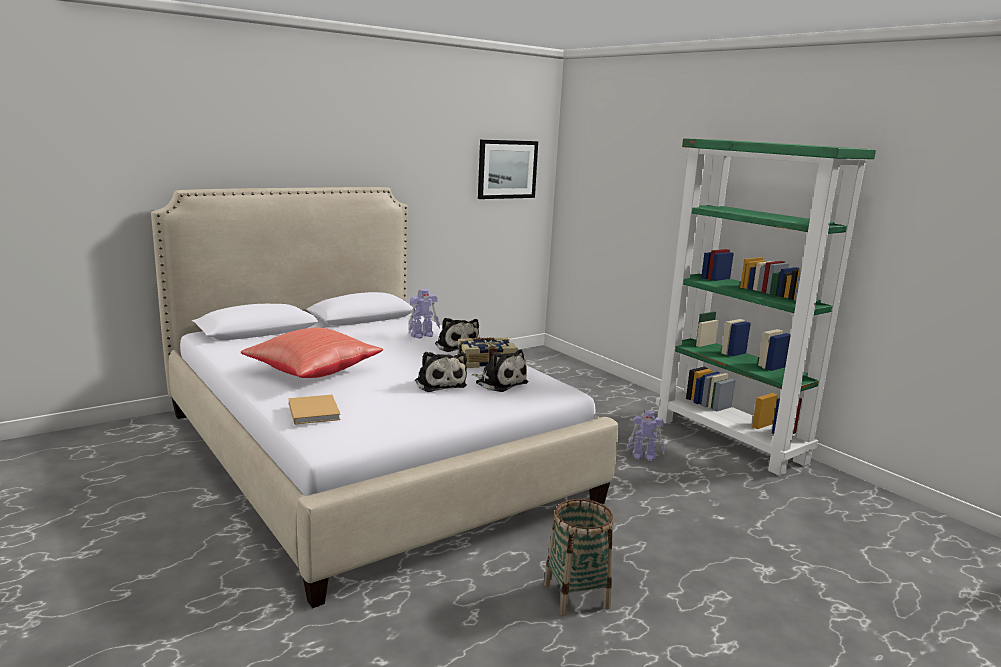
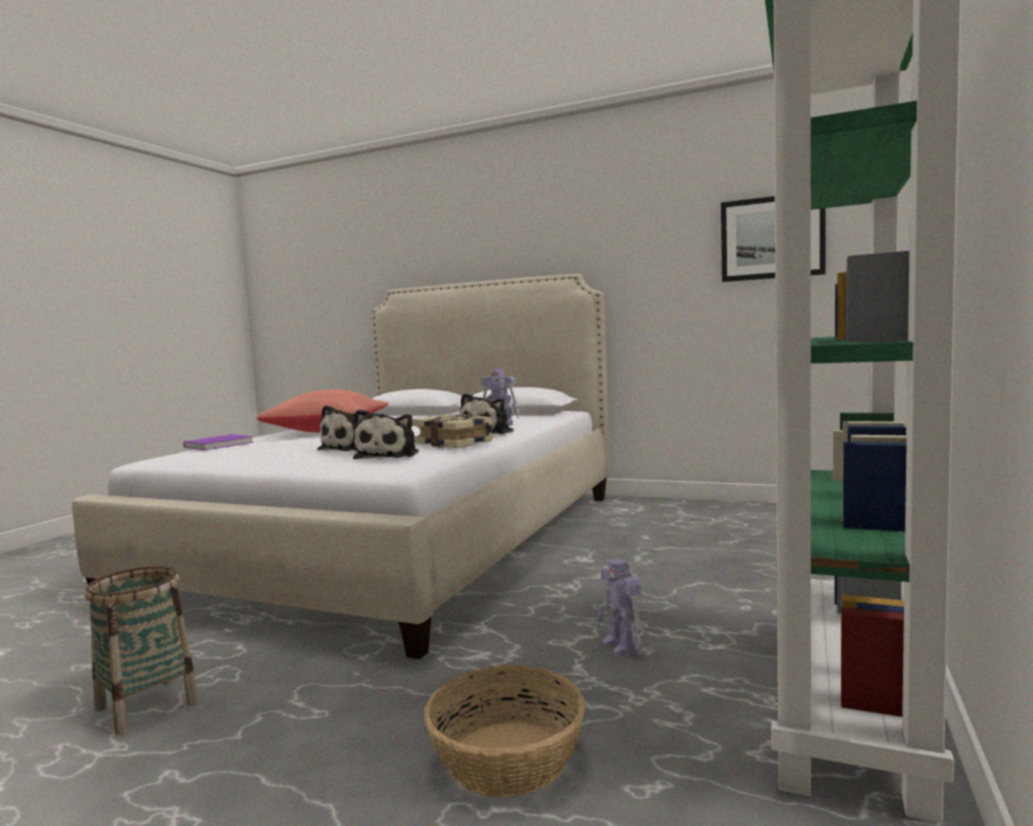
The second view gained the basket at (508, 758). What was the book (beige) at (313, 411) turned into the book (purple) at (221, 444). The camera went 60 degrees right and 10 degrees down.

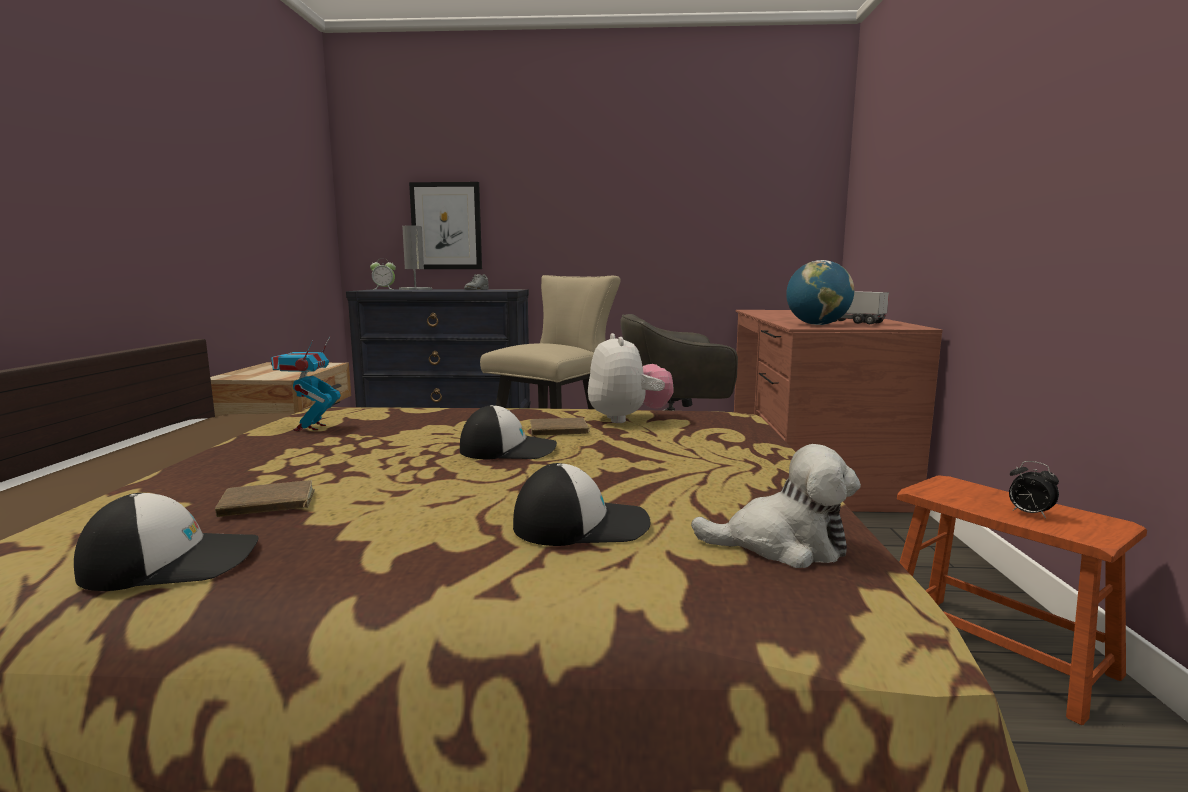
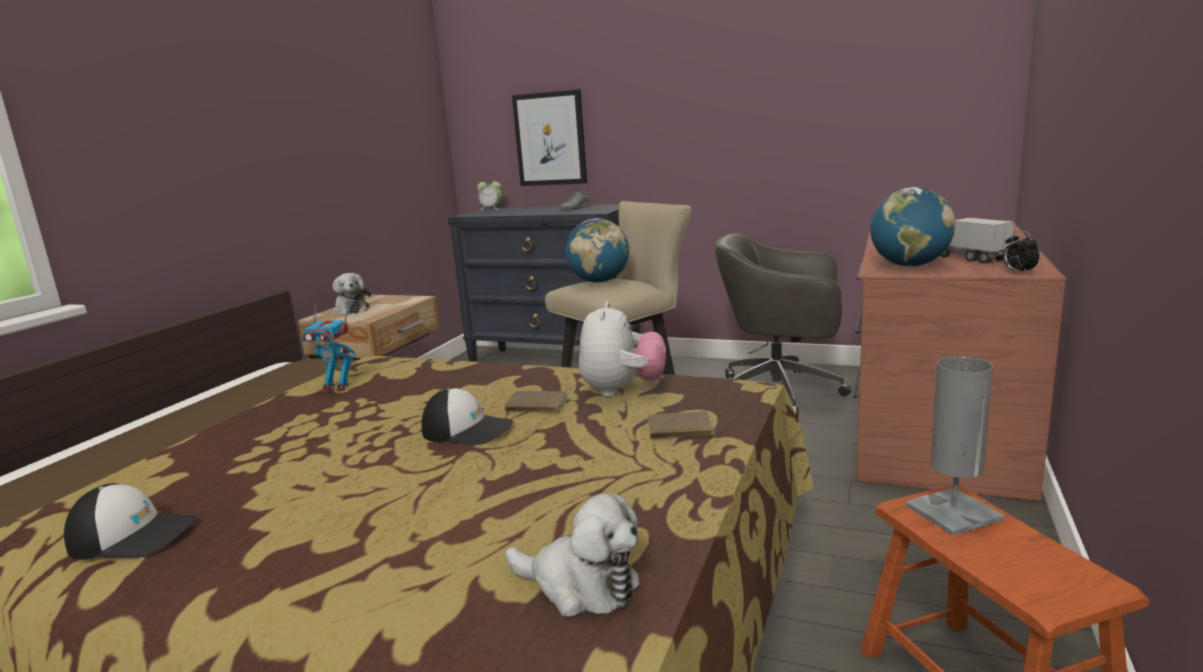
The second view lost the cap at (582, 524). The second view gained the plush toy at (351, 309). The second view gained the globe at (599, 282). The book (brown) ended up elsewhere, having gone from (267, 505) to (680, 430). The table lamp (grey) ended up elsewhere, having gone from (415, 289) to (953, 512). The alarm clock ended up elsewhere, having gone from (1028, 514) to (1018, 272). The toy robot at (310, 427) ended up facing another way, 105 degrees counterclockwise from before. The camera went 20 degrees right and 5 degrees up.

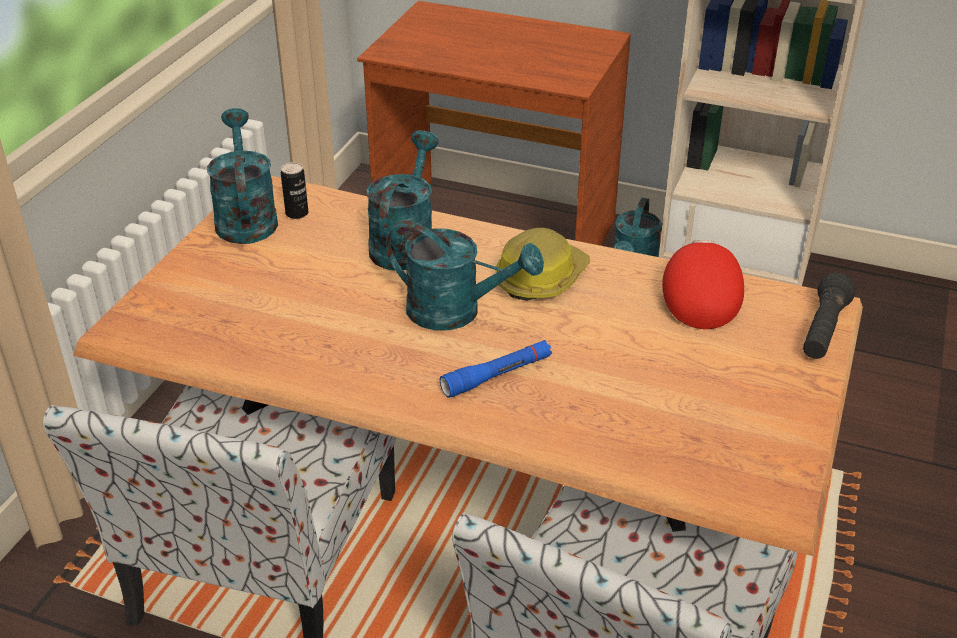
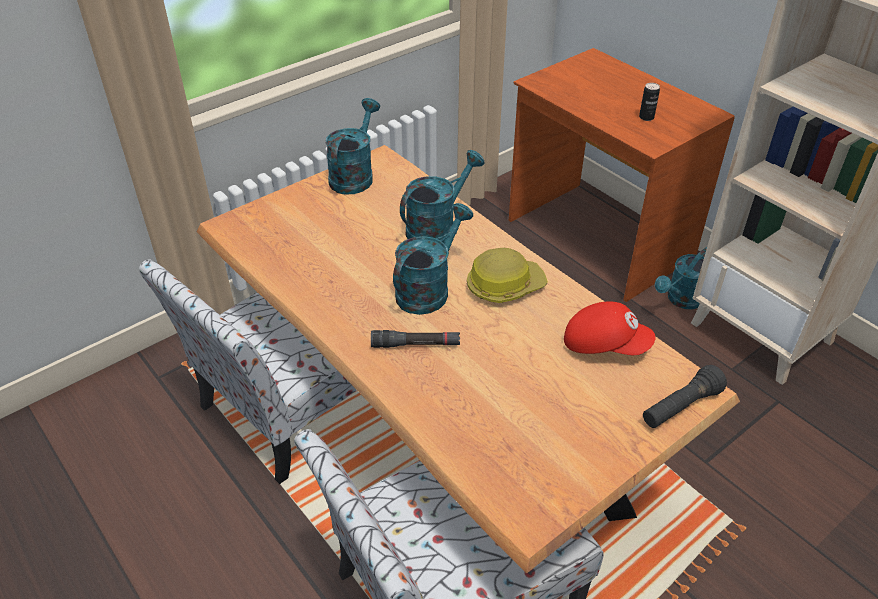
The can ended up elsewhere, having gone from (297, 213) to (646, 117). What was the flashlight (blue) at (497, 376) turned into the flashlight (black) at (415, 344). The watering can (turquoise) at (456, 312) ended up facing another way, 105 degrees counterclockwise from before. The cap (red) at (698, 298) ended up facing another way, 75 degrees clockwise from before. The camera went 30 degrees right and 5 degrees up.

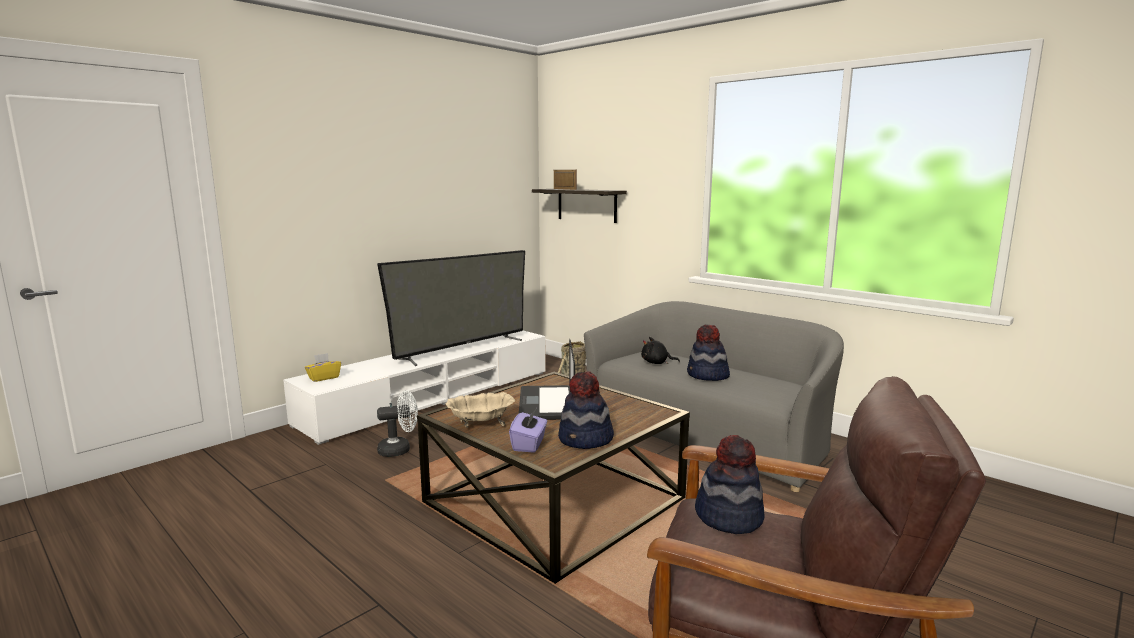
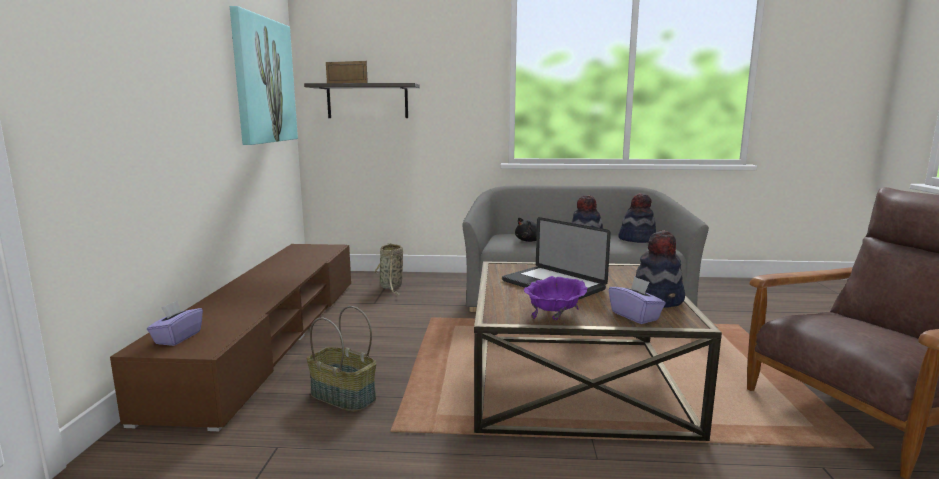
The second view lost the television at (462, 349). The second view gained the picture at (263, 81). The hat ended up elsewhere, having gone from (728, 517) to (637, 239). Where the fan (white) stood at (399, 450), the basket came to stand at (342, 397). What was the tv stand (white) at (432, 397) turned into the tv stand (brown) at (270, 336). What was the tissue box (yellow) at (324, 378) turned into the tissue box (purple) at (177, 338). What was the bowl (beige) at (481, 424) turned into the bowl (purple) at (555, 315). The camera went 40 degrees left and 0 degrees up.

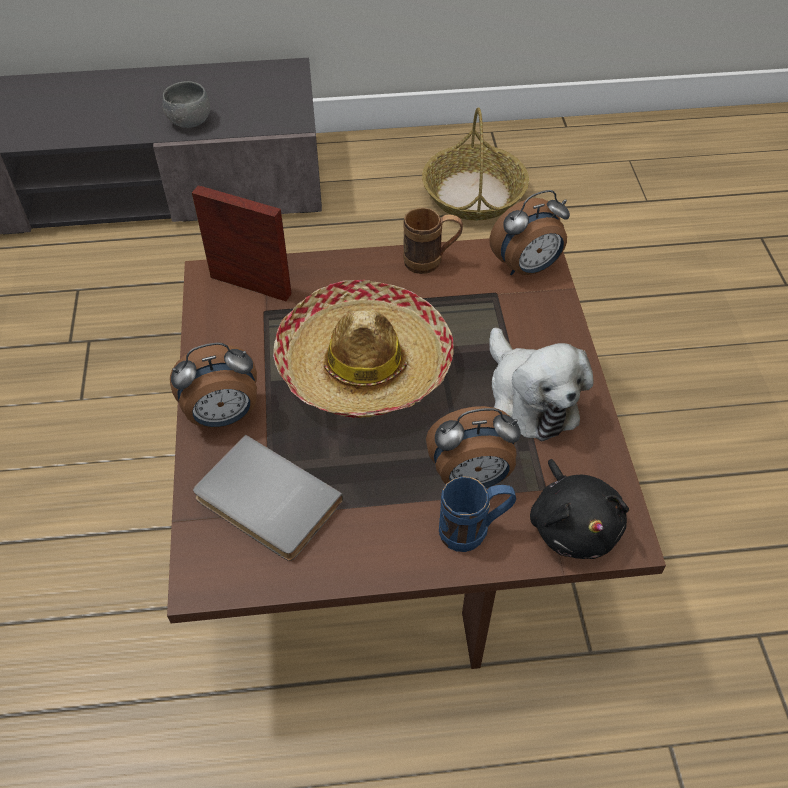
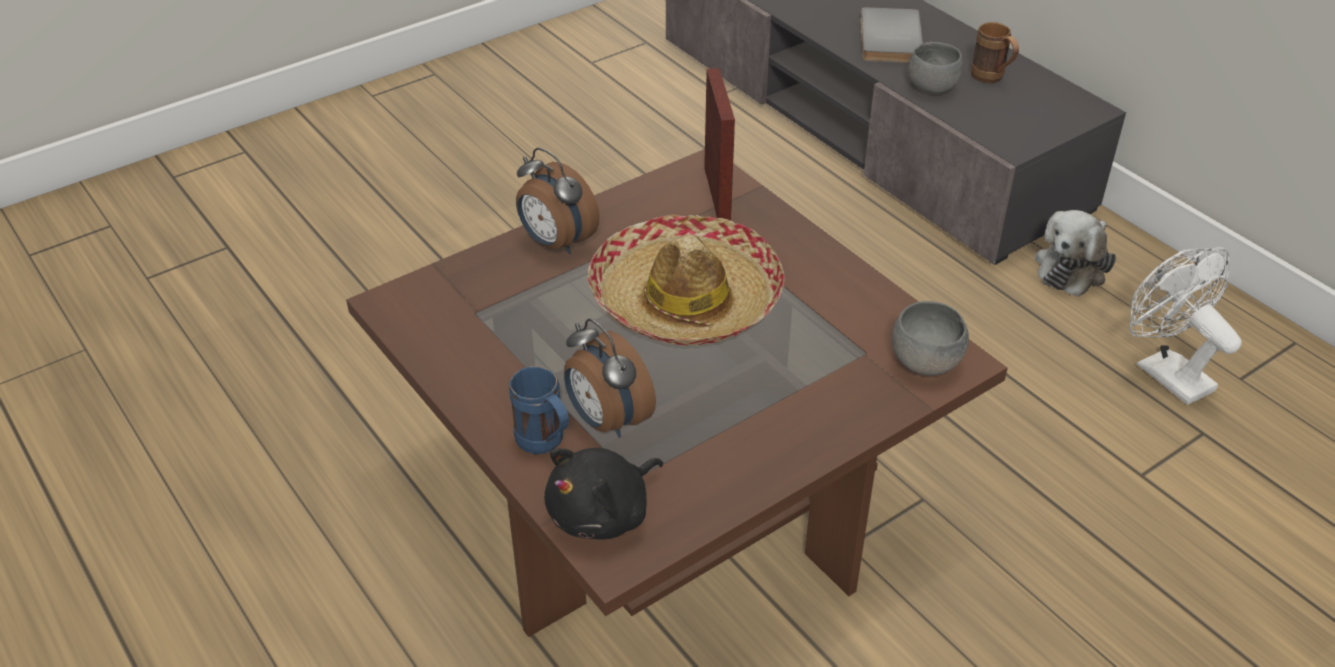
The book (grey) ended up elsewhere, having gone from (265, 503) to (887, 39). The mug (brown) ended up elsewhere, having gone from (431, 262) to (992, 79). The plush toy ended up elsewhere, having gone from (529, 397) to (1073, 267). Where the basket stood at (474, 195), the fan (white) came to stand at (1165, 372). Where the alarm clock stood at (527, 268), the bowl (grey) came to stand at (926, 362). The camera went 60 degrees right and 10 degrees down.

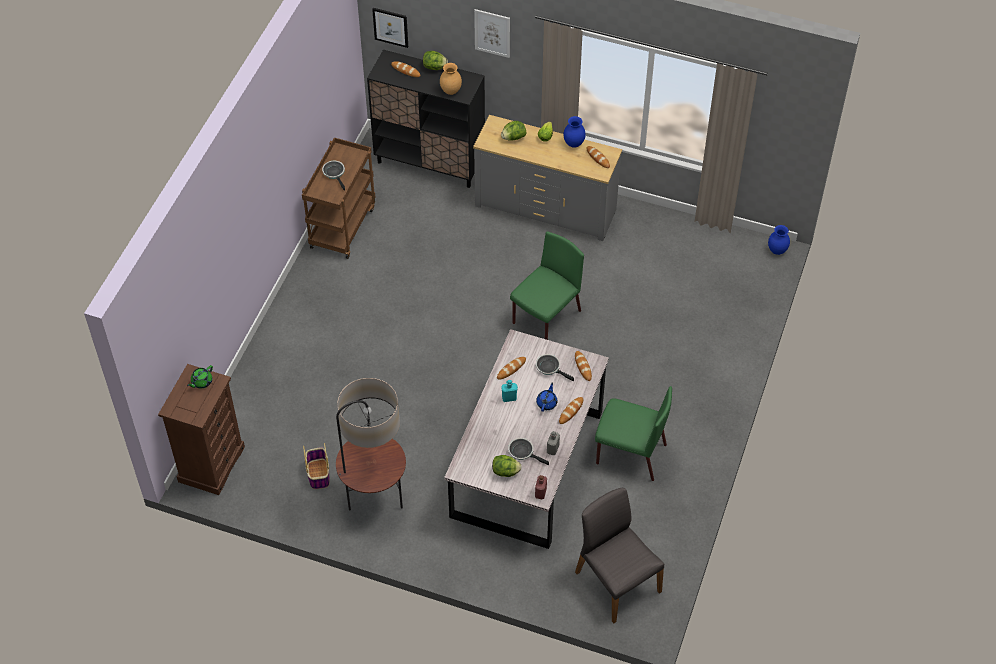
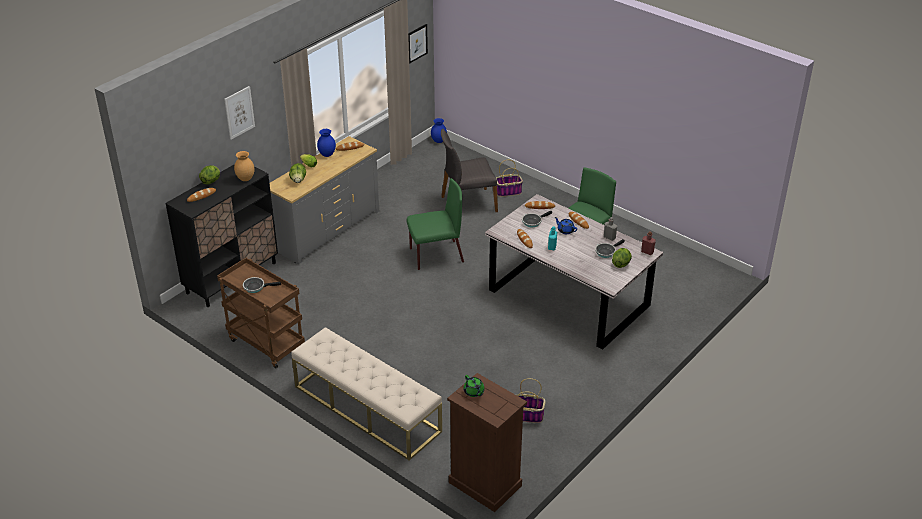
The second view lost the floor lamp at (374, 499). The second view gained the bench (beige) at (366, 409). The second view gained the basket at (508, 191). The picture ended up elsewhere, having gone from (390, 27) to (416, 43). The chair (grey) ended up elsewhere, having gone from (616, 581) to (468, 203). The chair (green) at (546, 318) ended up facing another way, 105 degrees clockwise from before. The camera went 70 degrees left and 15 degrees down.

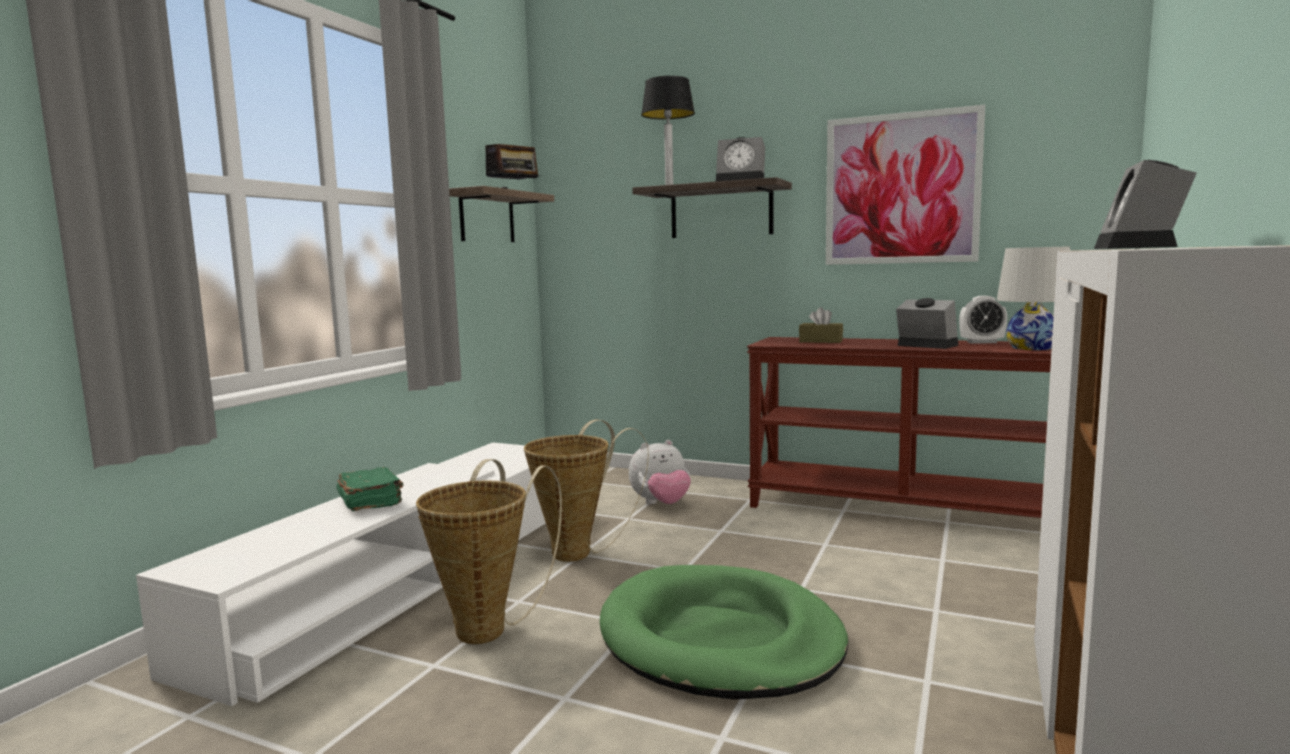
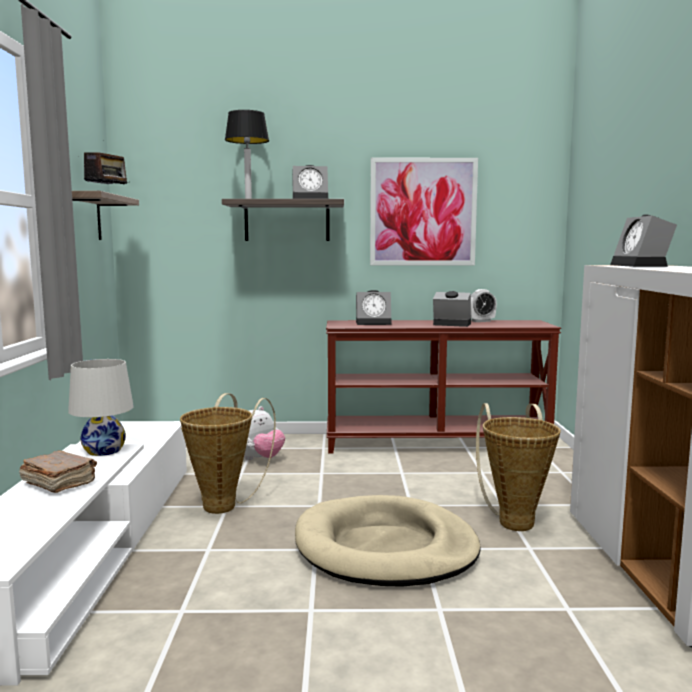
The basket ended up elsewhere, having gone from (489, 627) to (514, 520). The table lamp (white) ended up elsewhere, having gone from (1032, 348) to (104, 450). Where the tissue box (brown) stood at (820, 341), the alarm clock came to stand at (374, 323). What was the book (green) at (371, 502) turned into the book (brown) at (59, 483). What was the dog bed (green) at (720, 639) turned into the dog bed (beige) at (385, 548). The camera went 25 degrees left and 0 degrees up.

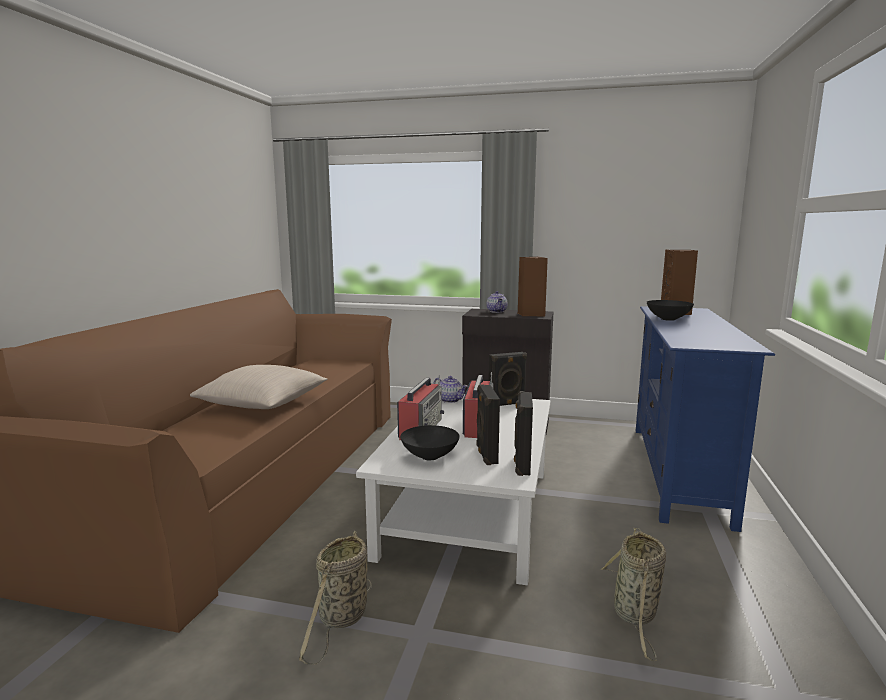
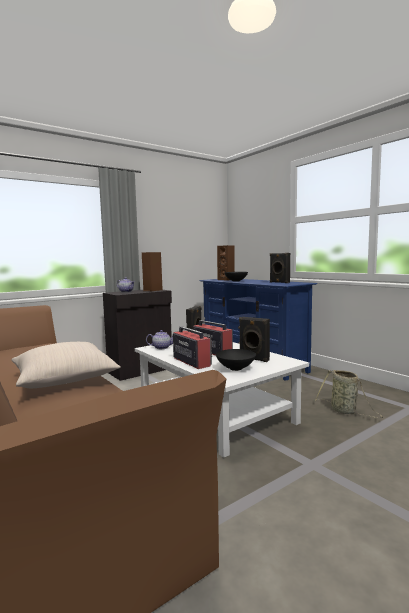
The second view lost the basket at (342, 619). The speaker (black) ended up elsewhere, having gone from (521, 464) to (279, 282). The camera went 50 degrees left and 5 degrees down.

